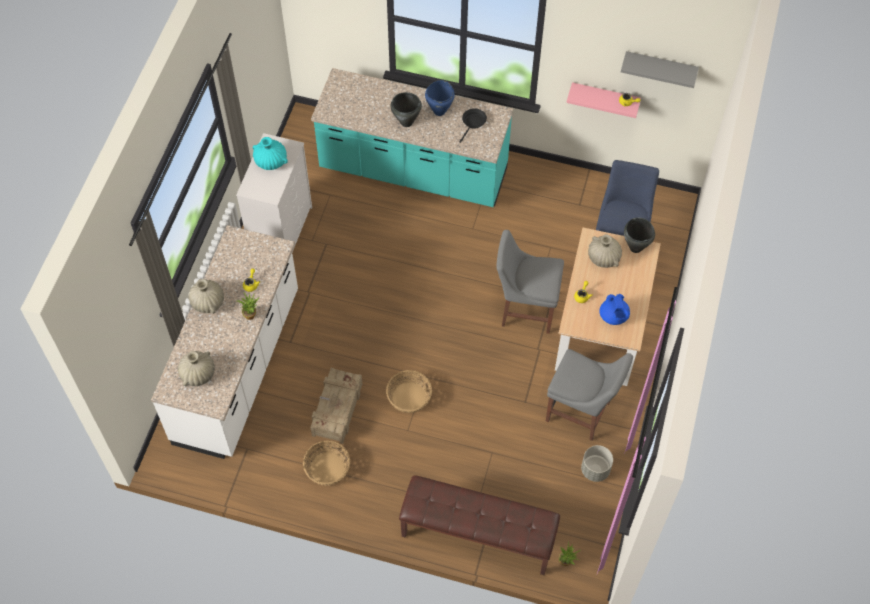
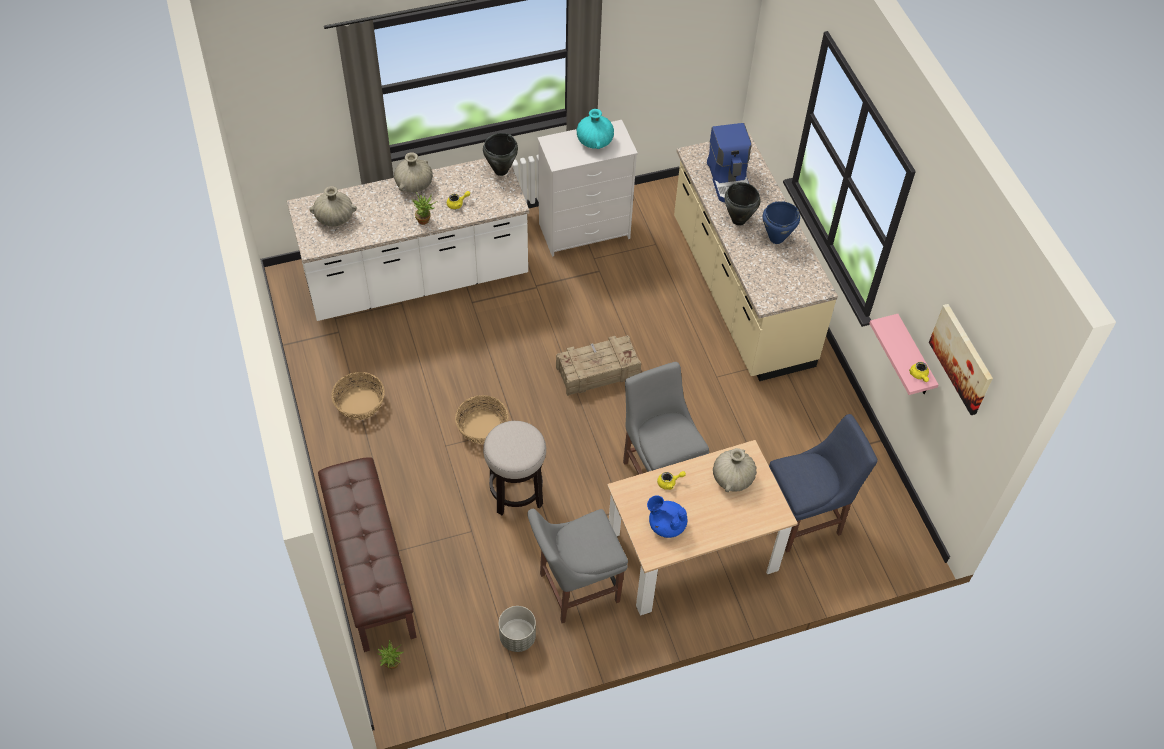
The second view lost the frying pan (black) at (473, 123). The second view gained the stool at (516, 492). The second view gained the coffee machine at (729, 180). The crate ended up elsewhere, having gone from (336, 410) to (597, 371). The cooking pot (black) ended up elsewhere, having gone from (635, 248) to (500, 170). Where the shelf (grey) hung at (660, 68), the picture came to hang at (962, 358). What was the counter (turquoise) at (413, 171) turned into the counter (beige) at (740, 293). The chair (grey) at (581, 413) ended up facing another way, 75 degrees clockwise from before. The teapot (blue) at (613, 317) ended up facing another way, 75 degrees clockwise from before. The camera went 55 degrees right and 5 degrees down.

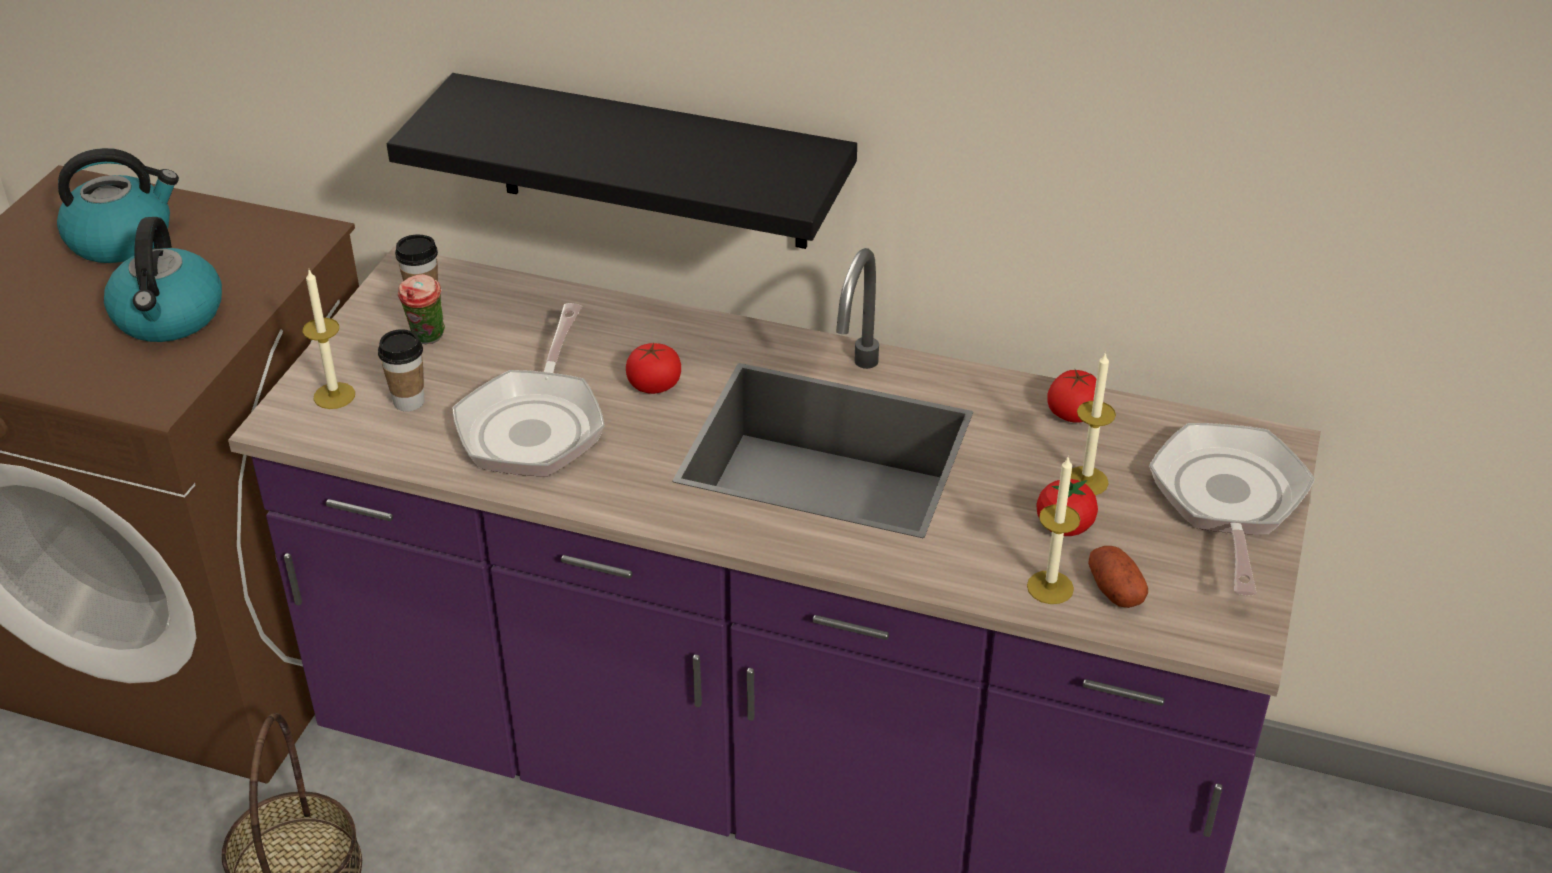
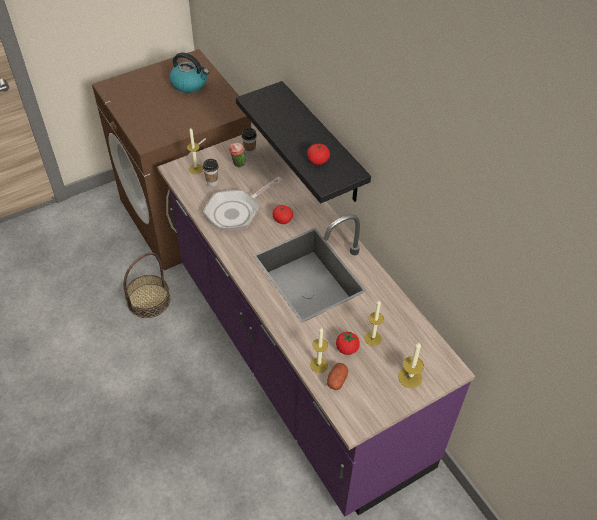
The second view lost the kettle at (169, 317). The tomato ended up elsewhere, having gone from (1072, 413) to (318, 160). Where the frying pan stood at (1228, 501), the candle came to stand at (410, 377). The camera went 40 degrees right and 10 degrees up.

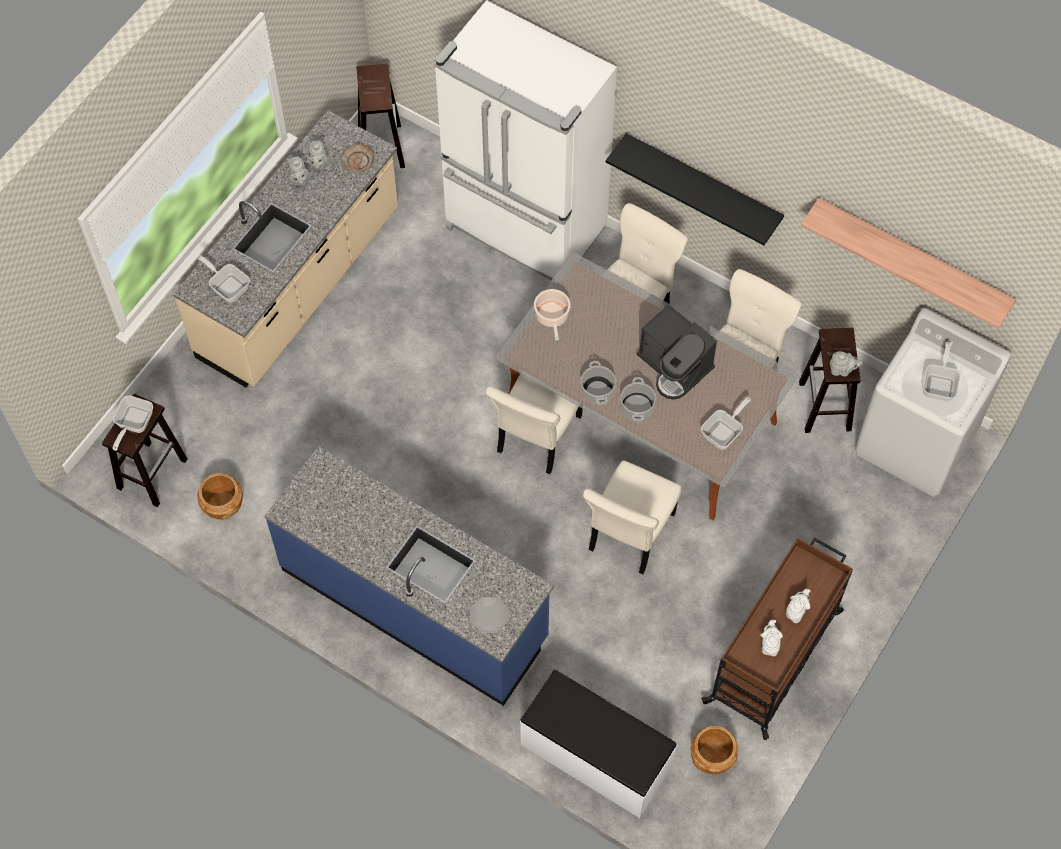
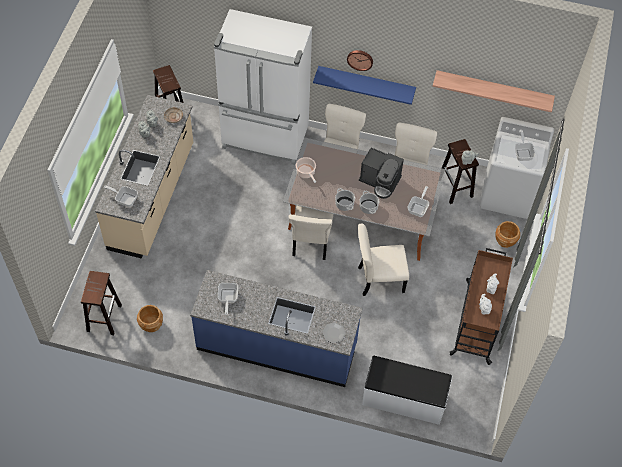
The second view gained the wall clock at (360, 59). The frying pan ended up elsewhere, having gone from (133, 424) to (227, 299). The planter (brown) ended up elsewhere, having gone from (712, 758) to (505, 241). What was the shelf (black) at (702, 183) turned into the shelf (blue) at (366, 82). The chair (beige) at (629, 534) ended up facing another way, 75 degrees clockwise from before. The camera went 20 degrees left and 5 degrees down.

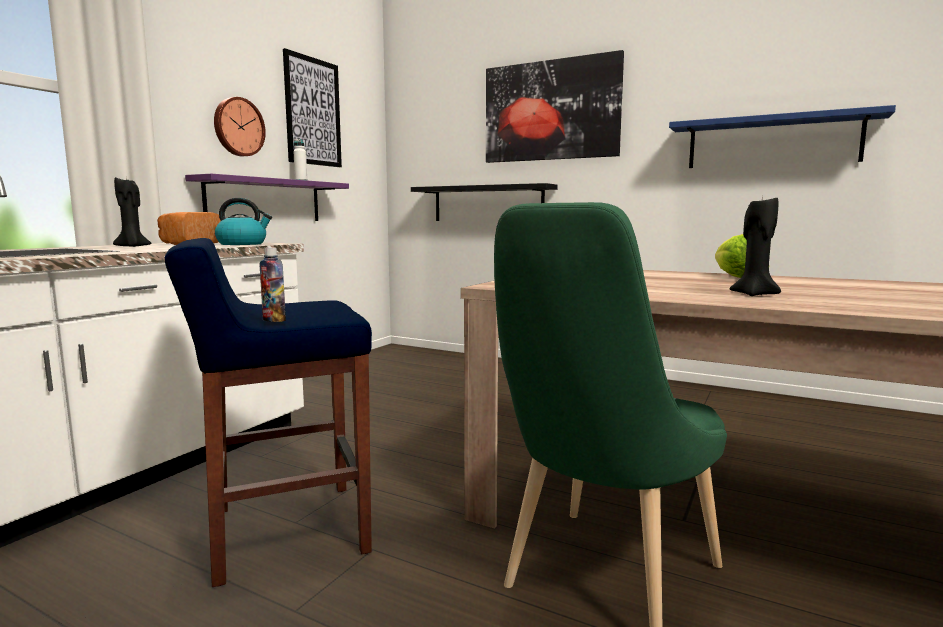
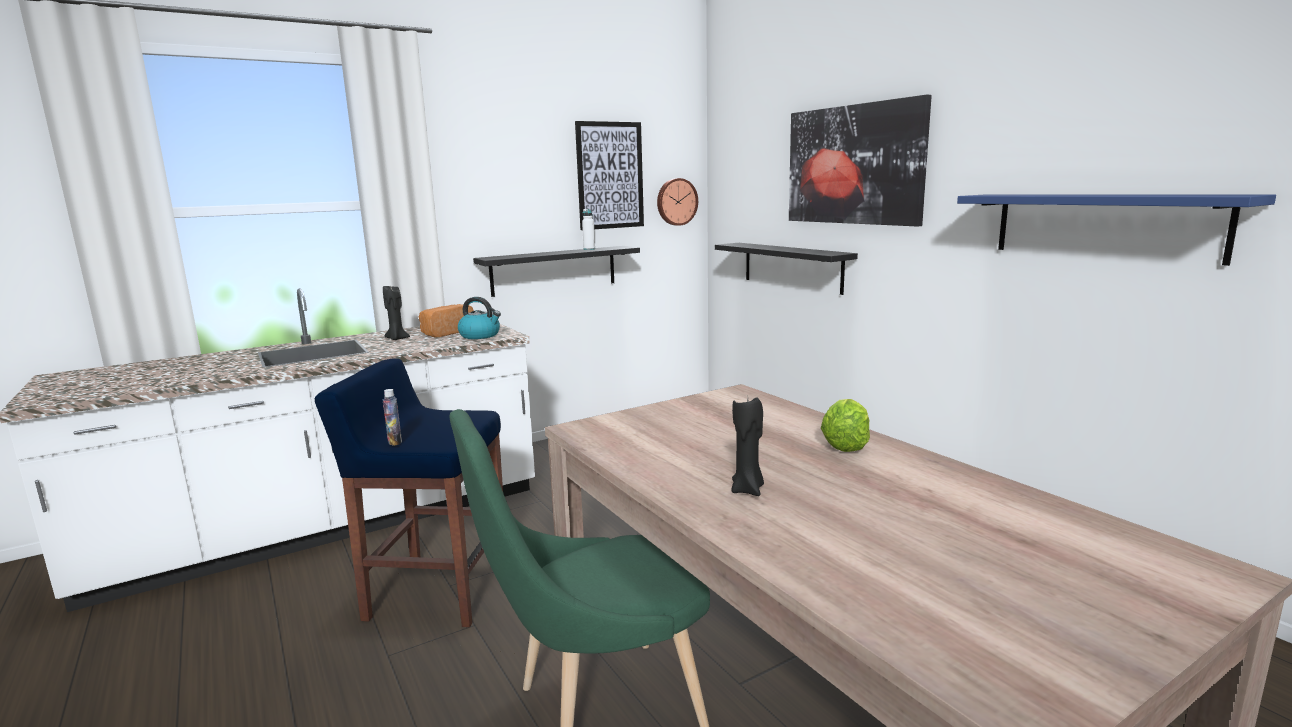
The wall clock ended up elsewhere, having gone from (238, 127) to (676, 202). What was the shelf (purple) at (265, 200) turned into the shelf (black) at (554, 270). The camera went 30 degrees right and 5 degrees up.

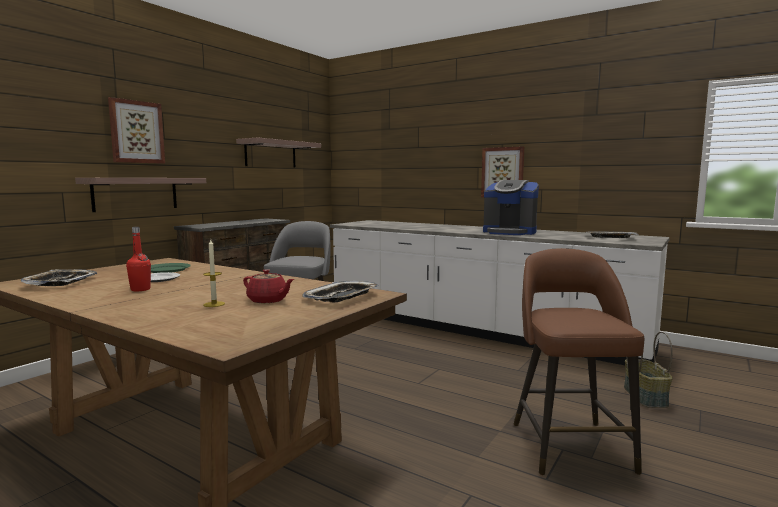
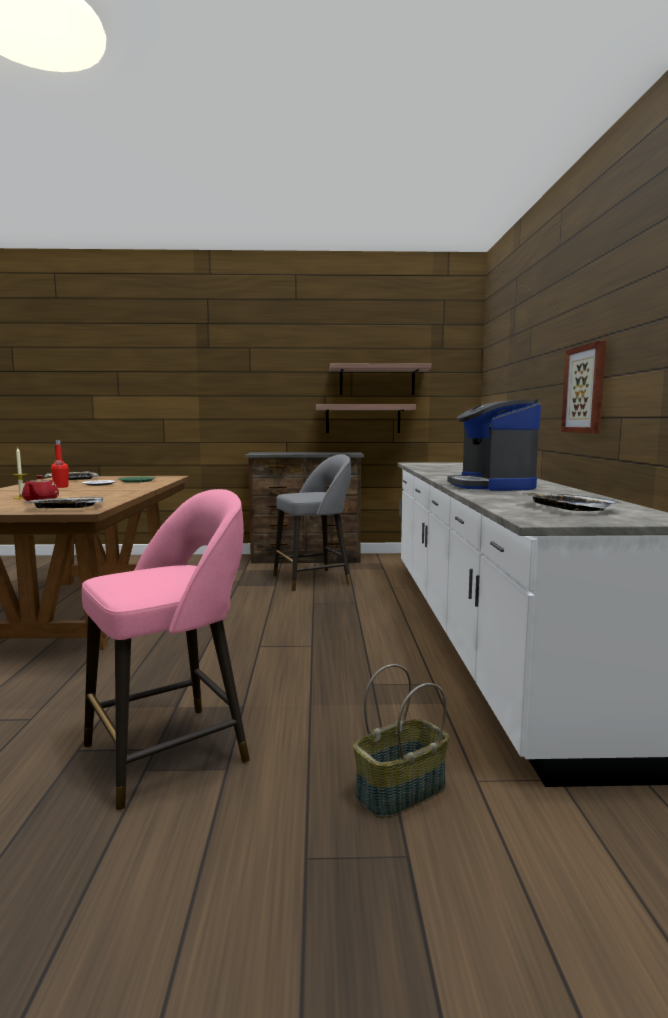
The second view lost the picture at (136, 132). The shelf ended up elsewhere, having gone from (136, 194) to (363, 419). What was the stool (brown) at (570, 444) turned into the stool (pink) at (171, 751). The camera went 55 degrees right and 0 degrees up.

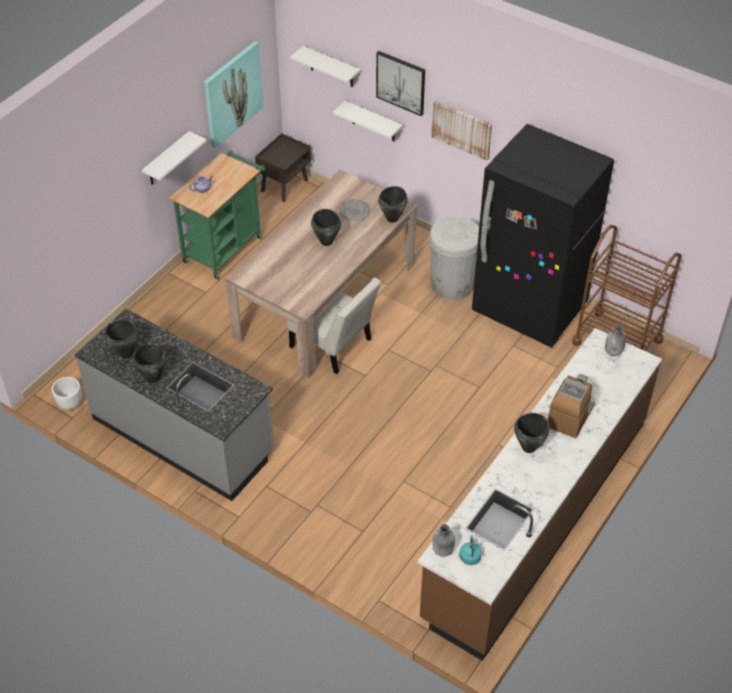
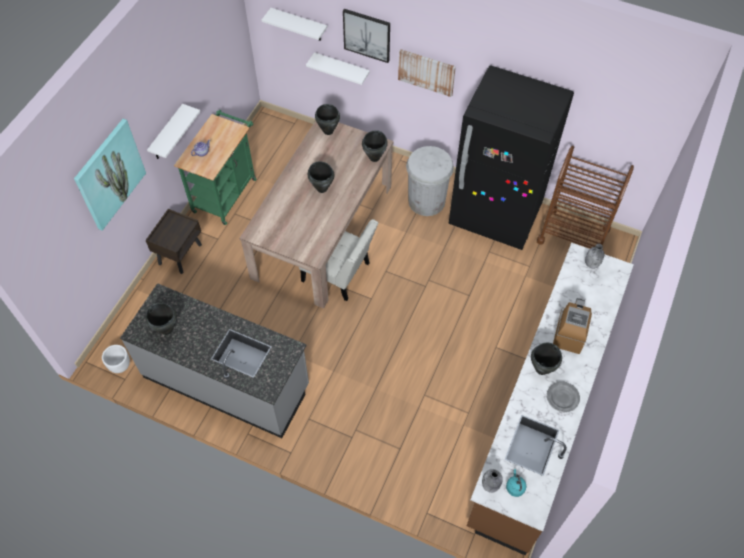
The cooking pot (black) ended up elsewhere, having gone from (152, 378) to (328, 131). The picture ended up elsewhere, having gone from (232, 93) to (109, 174). The nightstand (brown) ended up elsewhere, having gone from (284, 185) to (180, 254). The plate (grey) ended up elsewhere, having gone from (354, 211) to (562, 397). The camera went 10 degrees left and 10 degrees up.

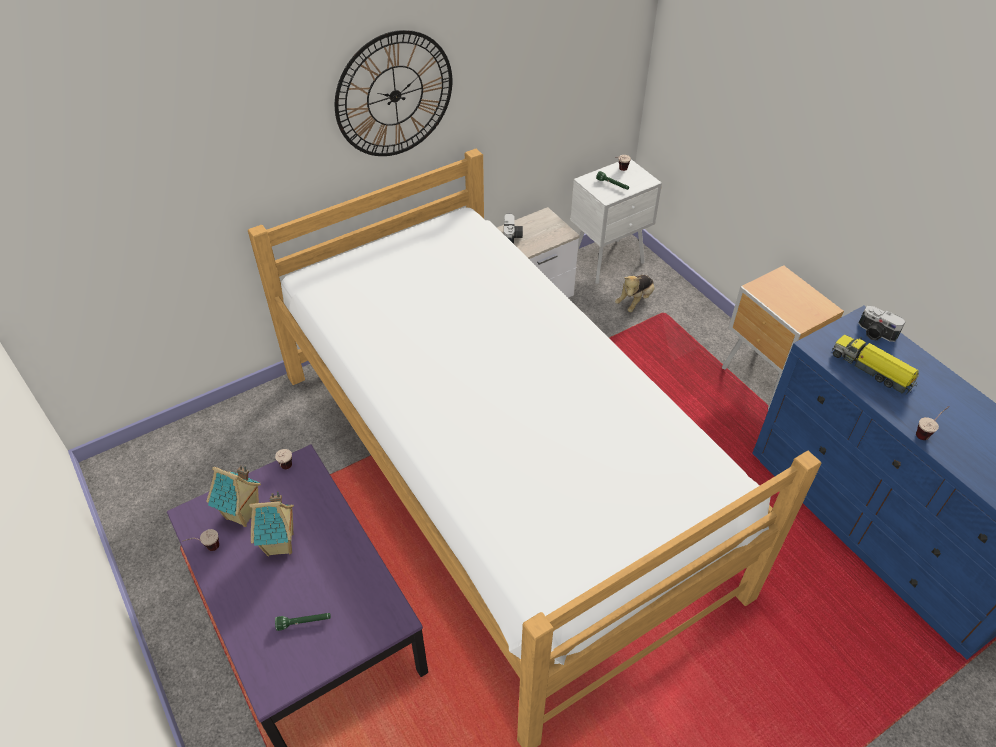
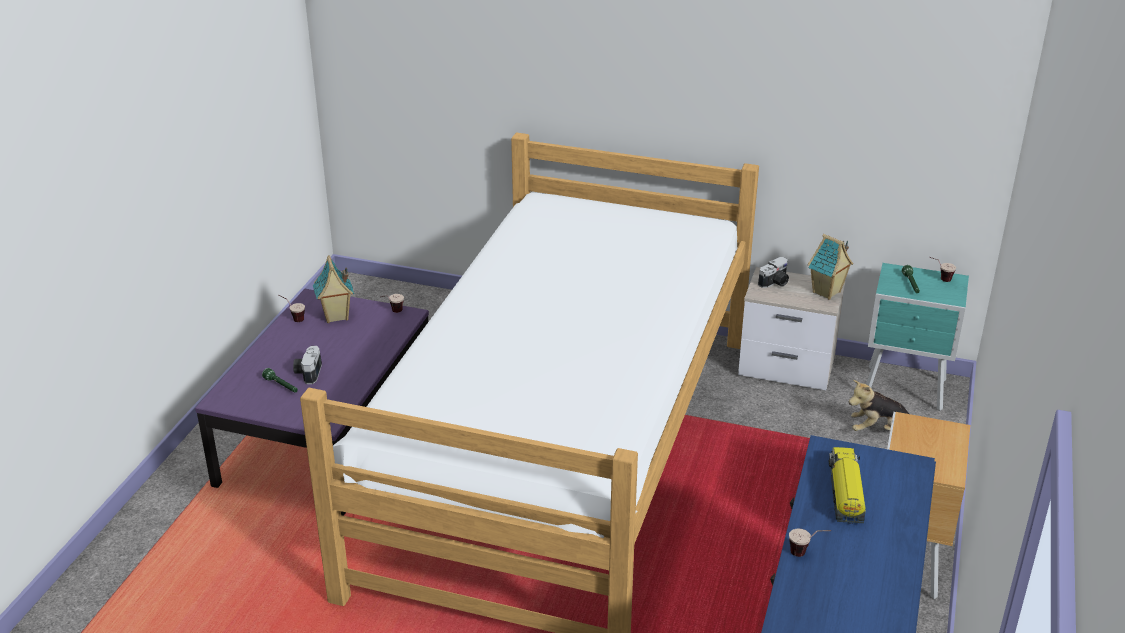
The second view lost the wall clock at (395, 95). The toy house ended up elsewhere, having gone from (281, 544) to (827, 292). The photo camera ended up elsewhere, having gone from (875, 333) to (307, 373). What was the nightstand (white) at (609, 262) turned into the nightstand (turquoise) at (906, 390). The camera went 50 degrees right and 15 degrees down.

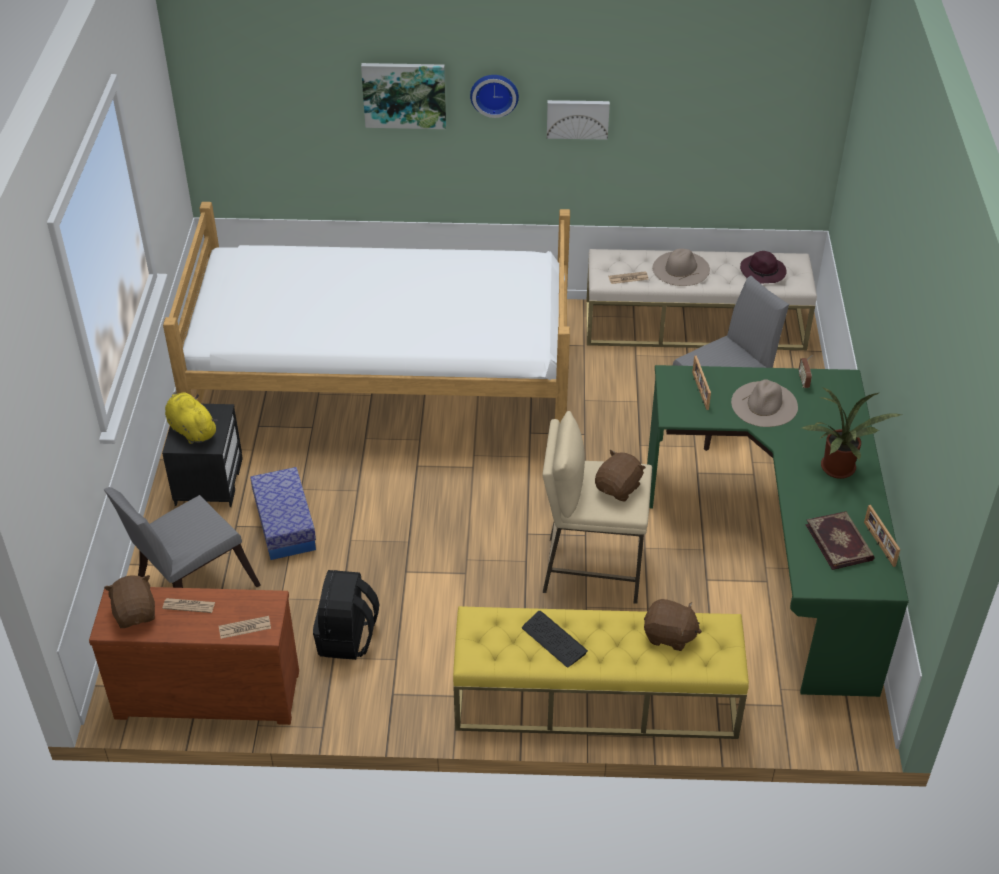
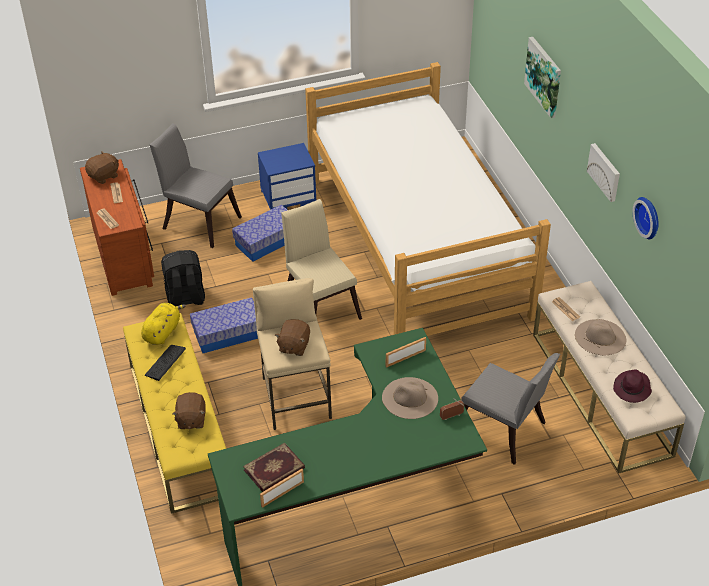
The second view lost the potted plant at (837, 471). The second view gained the storage box at (228, 334). The second view gained the chair (beige) at (320, 305). The plush toy (yellow) ended up elsewhere, having gone from (191, 429) to (163, 332). The wall clock ended up elsewhere, having gone from (494, 93) to (649, 217). What was the nightstand (black) at (208, 480) turned into the nightstand (blue) at (289, 197). The plush toy (brown) at (618, 488) ended up facing another way, 90 degrees clockwise from before. The camera went 70 degrees right and 0 degrees up.

